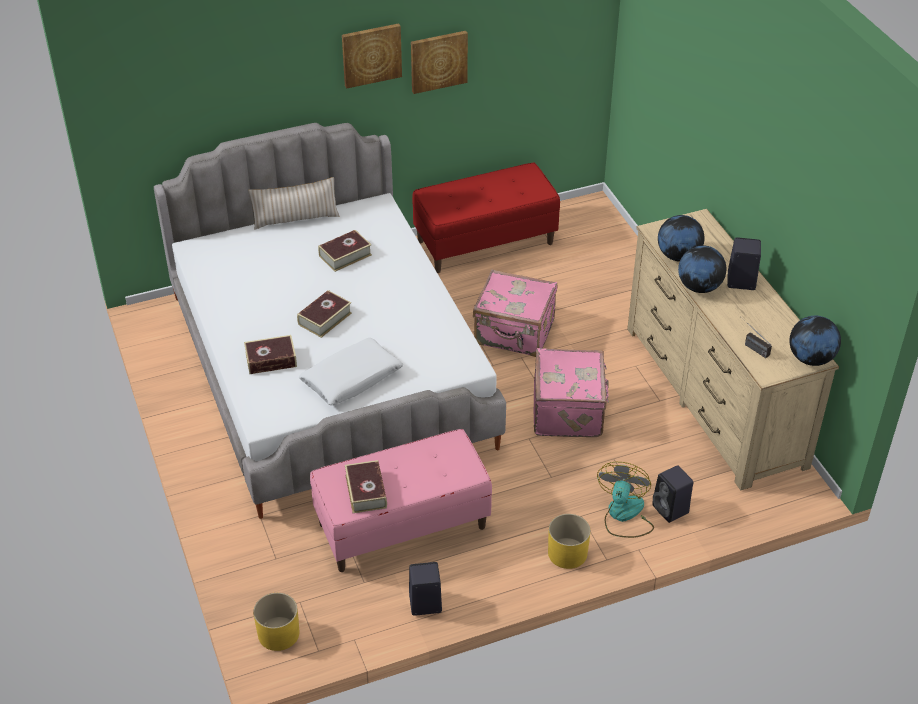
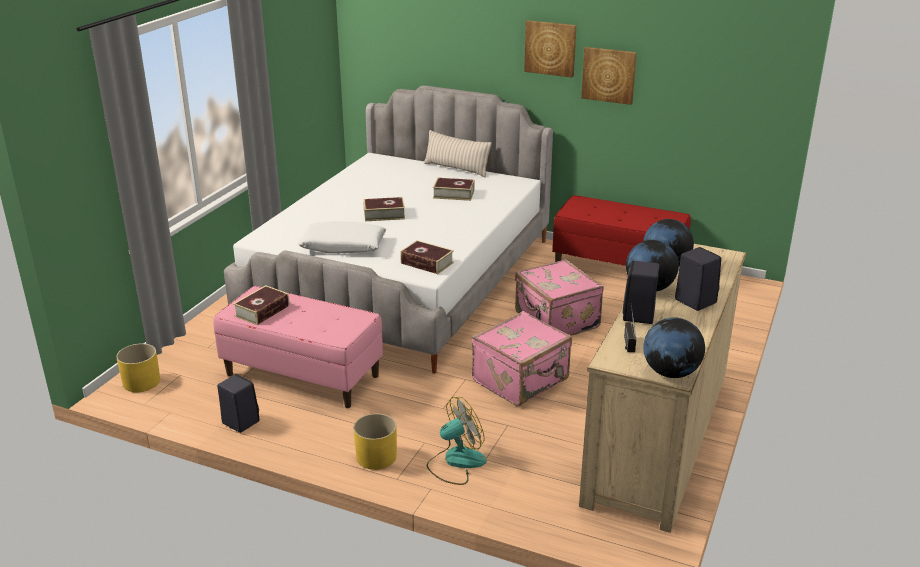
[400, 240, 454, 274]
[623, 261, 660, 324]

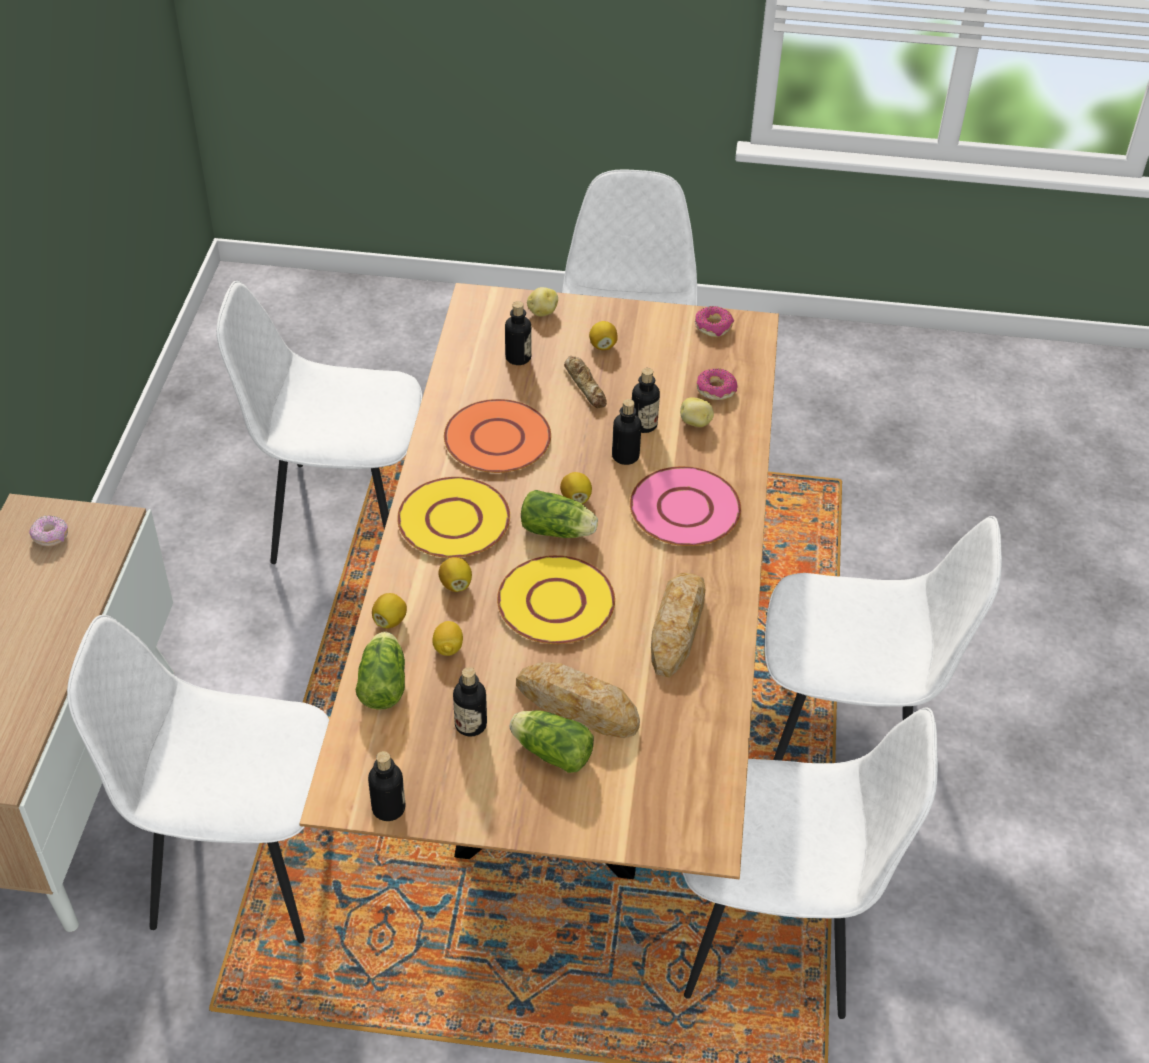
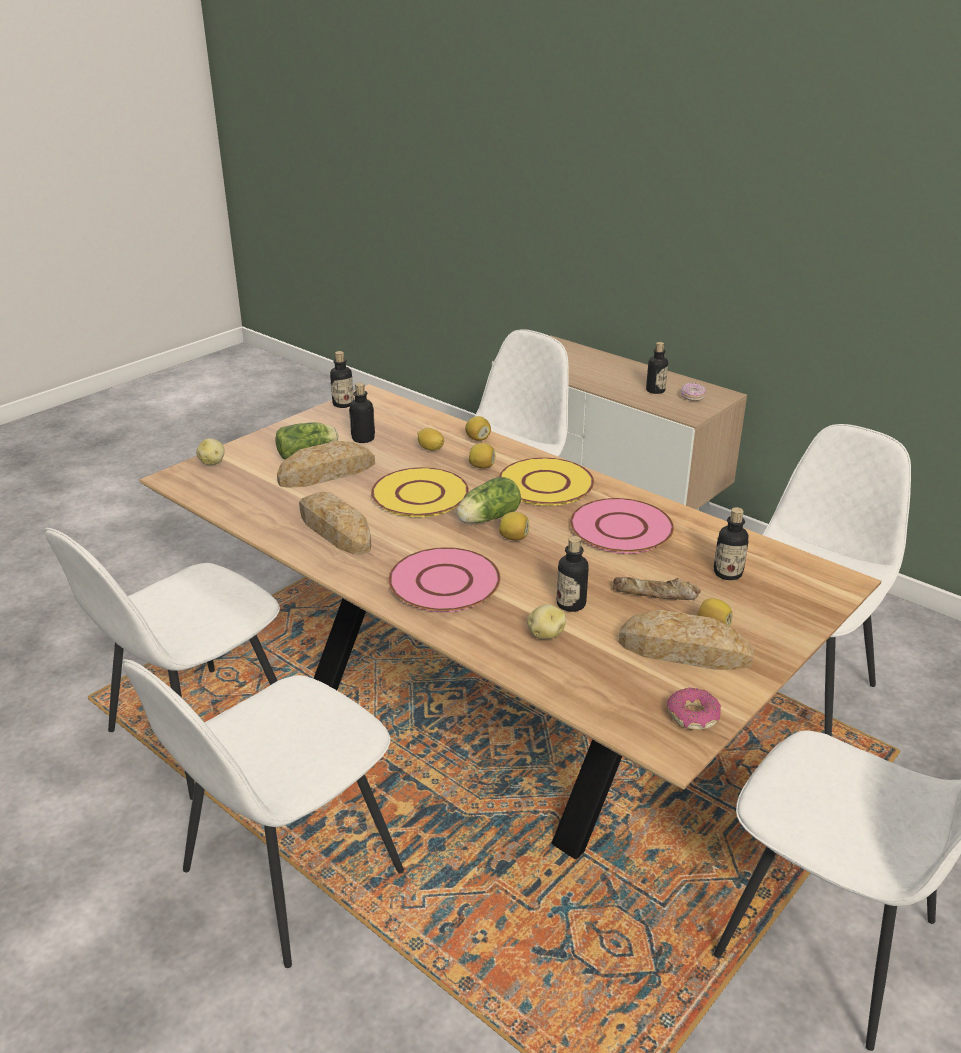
[196, 438, 225, 465]
[697, 368, 738, 401] (first image)
[570, 498, 674, 554]
[646, 342, 668, 394]
[356, 632, 405, 710] (first image)
[618, 610, 754, 670]

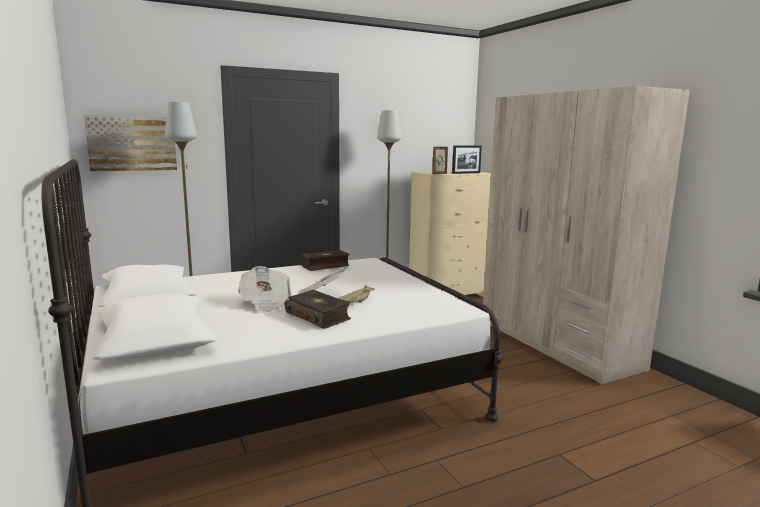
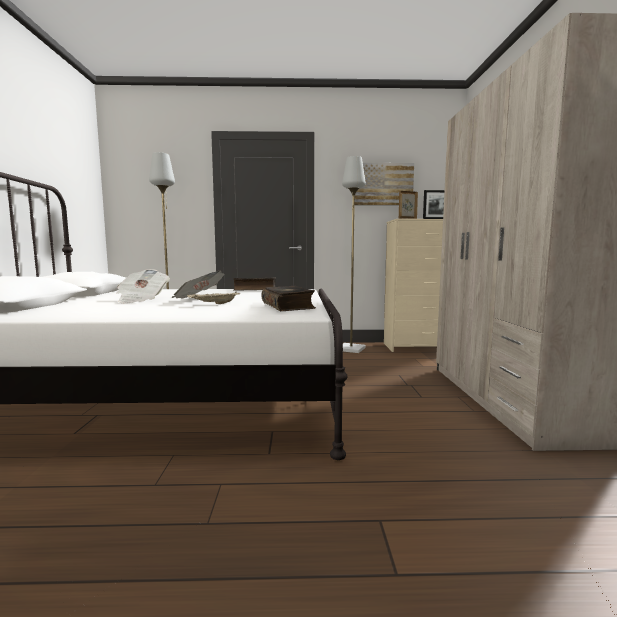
[355, 163, 414, 206]
[261, 286, 316, 311]

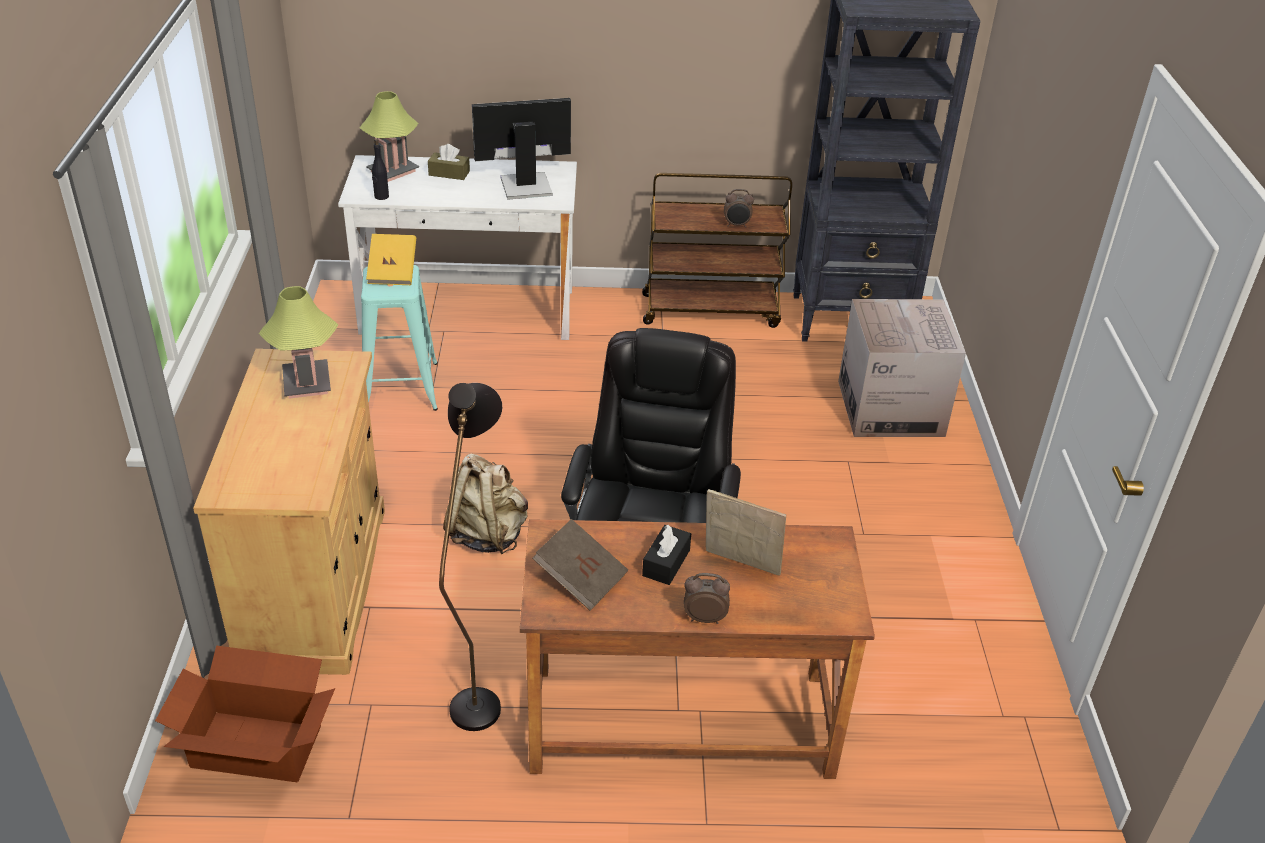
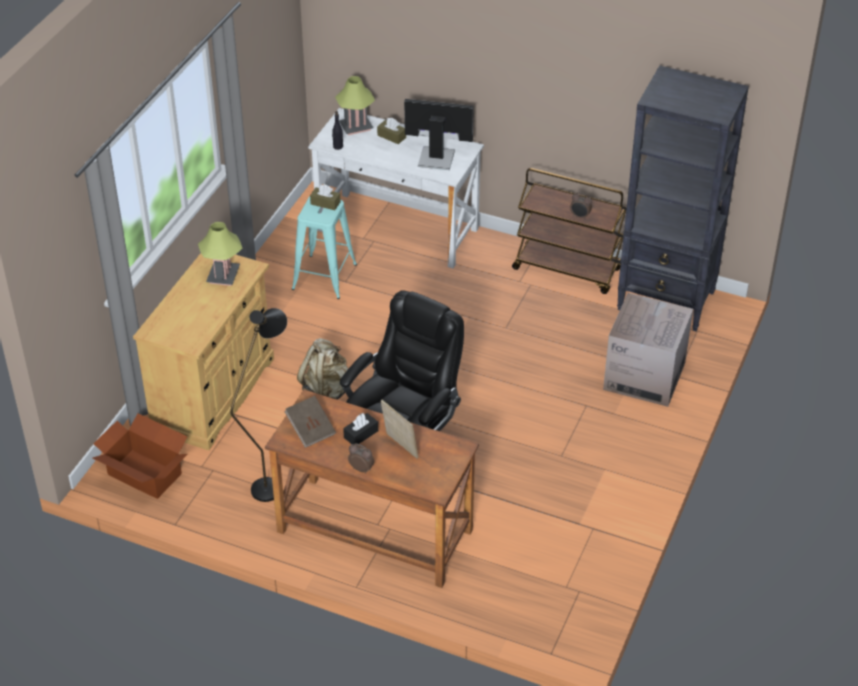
[310, 185, 341, 210]

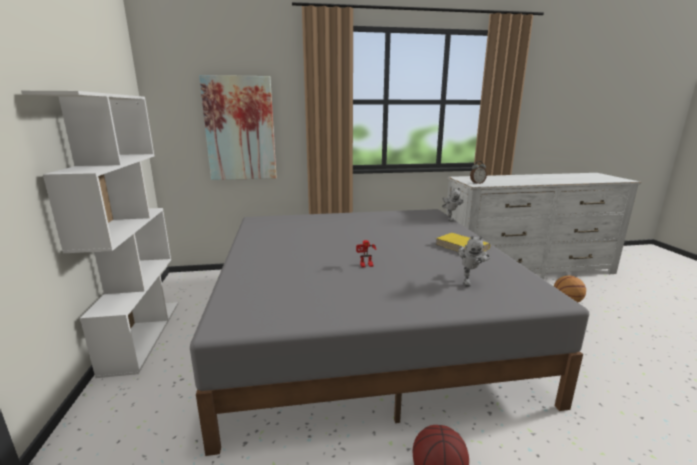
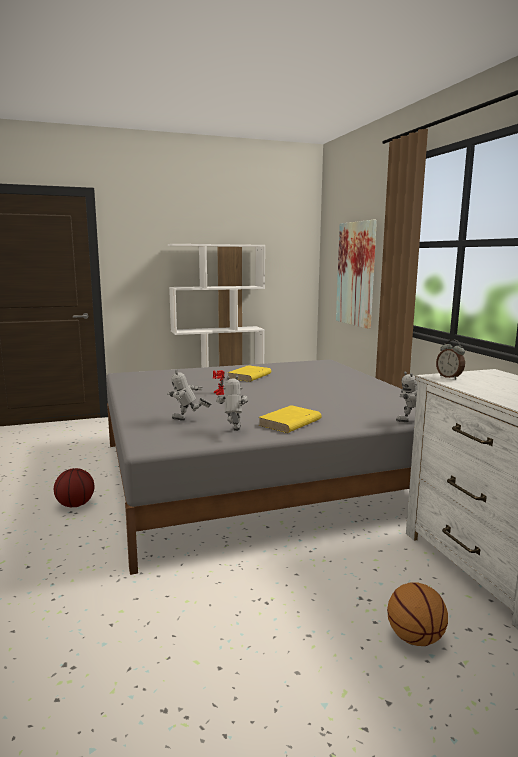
[228, 365, 271, 382]
[216, 376, 248, 431]

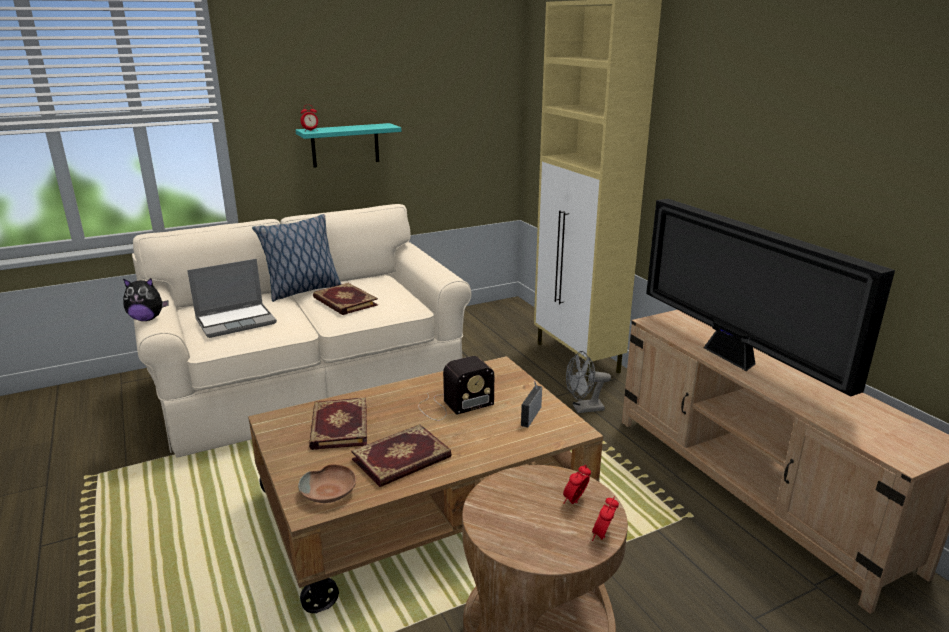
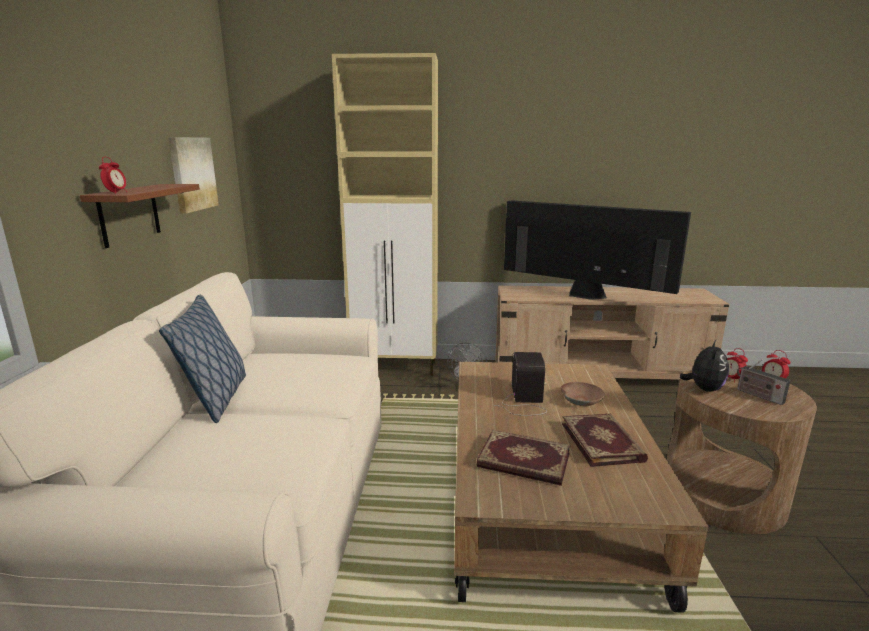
[80, 184, 200, 248]
[504, 200, 691, 300]
[187, 259, 277, 338] (first image)
[680, 340, 729, 392]
[313, 283, 378, 315] (first image)
[737, 359, 790, 405]
[561, 382, 605, 406]
[168, 137, 219, 214]

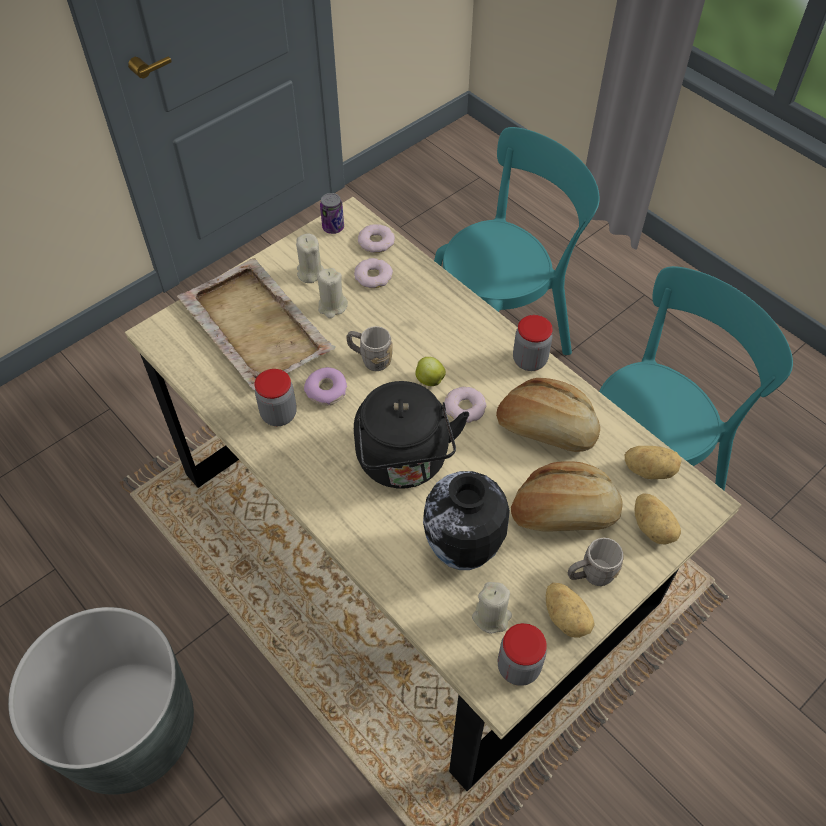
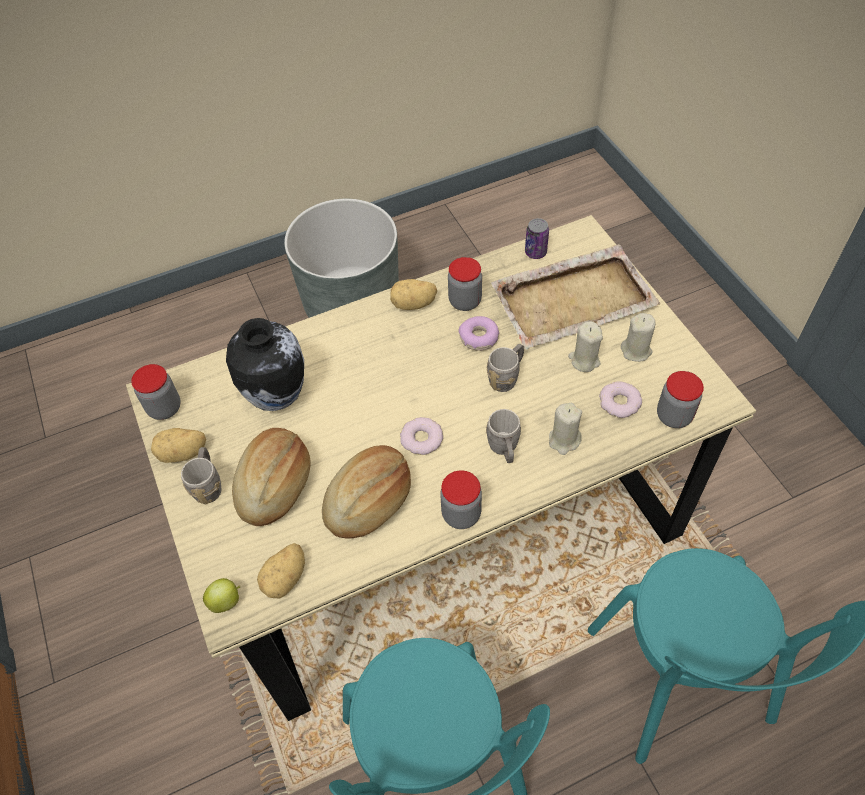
[525, 218, 549, 259]
[657, 371, 704, 428]
[203, 578, 240, 613]
[354, 381, 469, 489] (first image)
[390, 279, 437, 310]
[549, 403, 582, 455]
[486, 409, 521, 463]

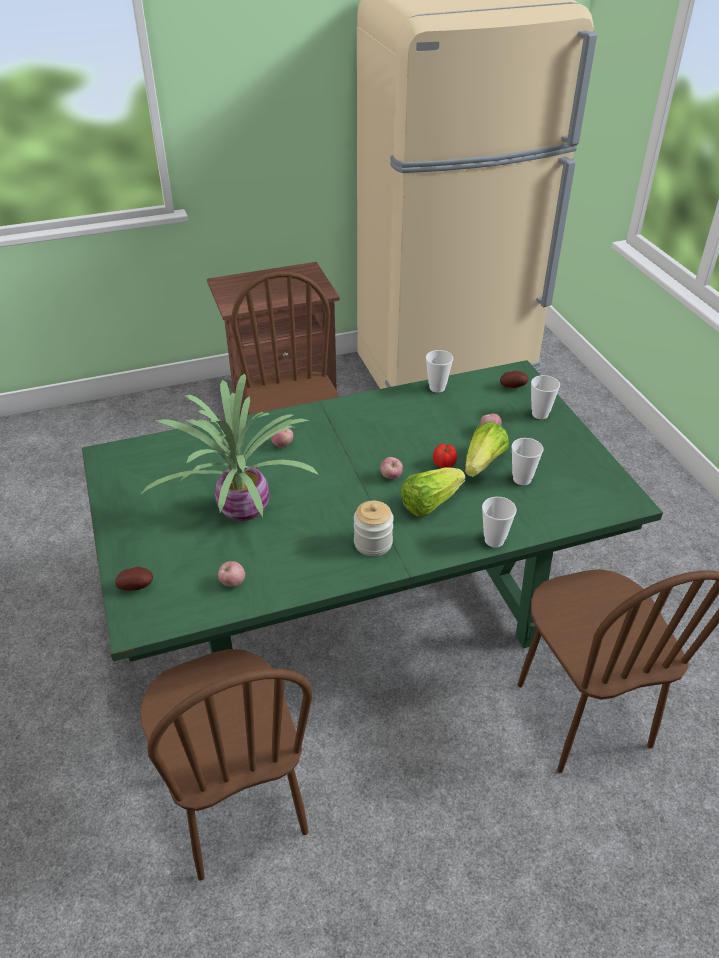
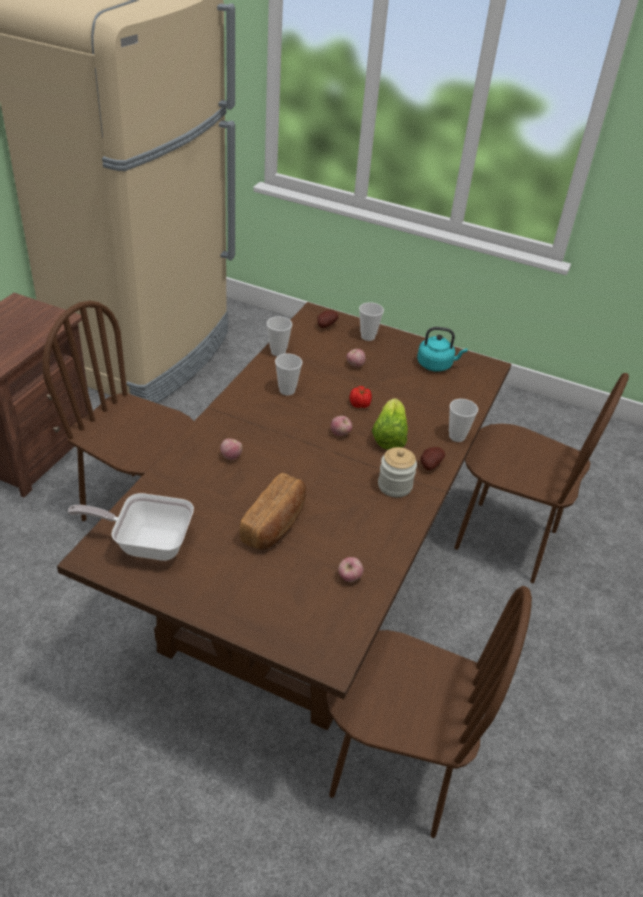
[57, 302, 511, 730]
[239, 473, 306, 549]
[465, 422, 509, 477] (first image)
[275, 354, 302, 396]
[420, 447, 445, 470]
[417, 327, 467, 372]
[67, 493, 194, 561]

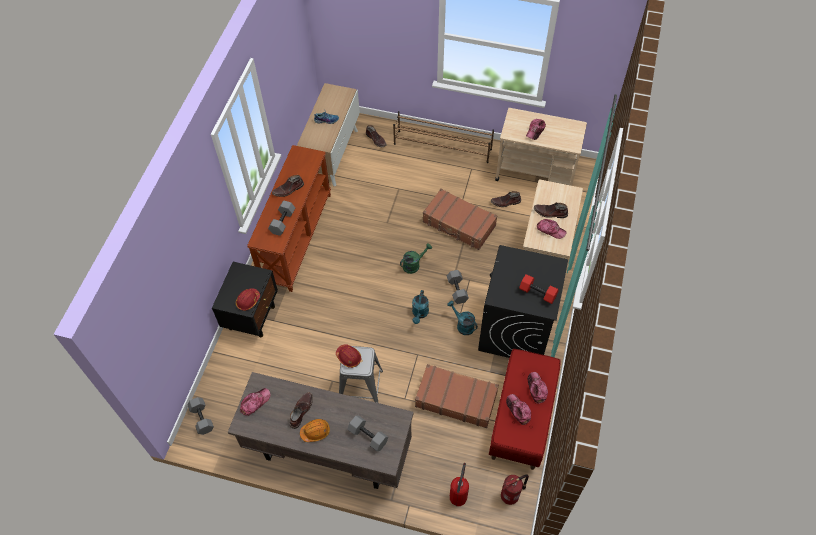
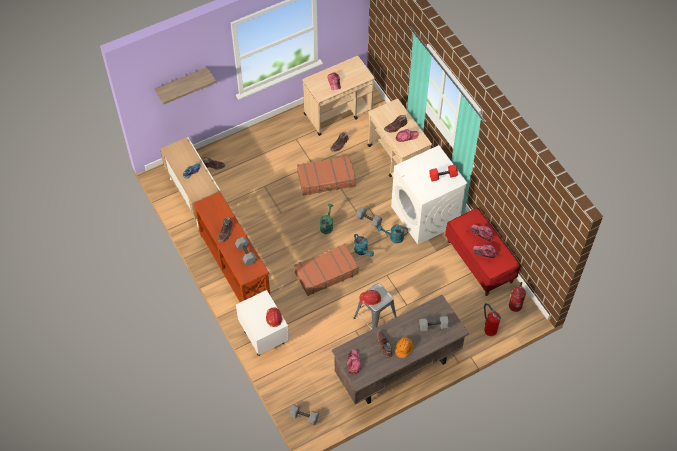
[393, 111, 494, 163] (first image)
[391, 145, 468, 244]
[236, 290, 289, 356]
[294, 244, 359, 296]
[155, 67, 216, 105]

